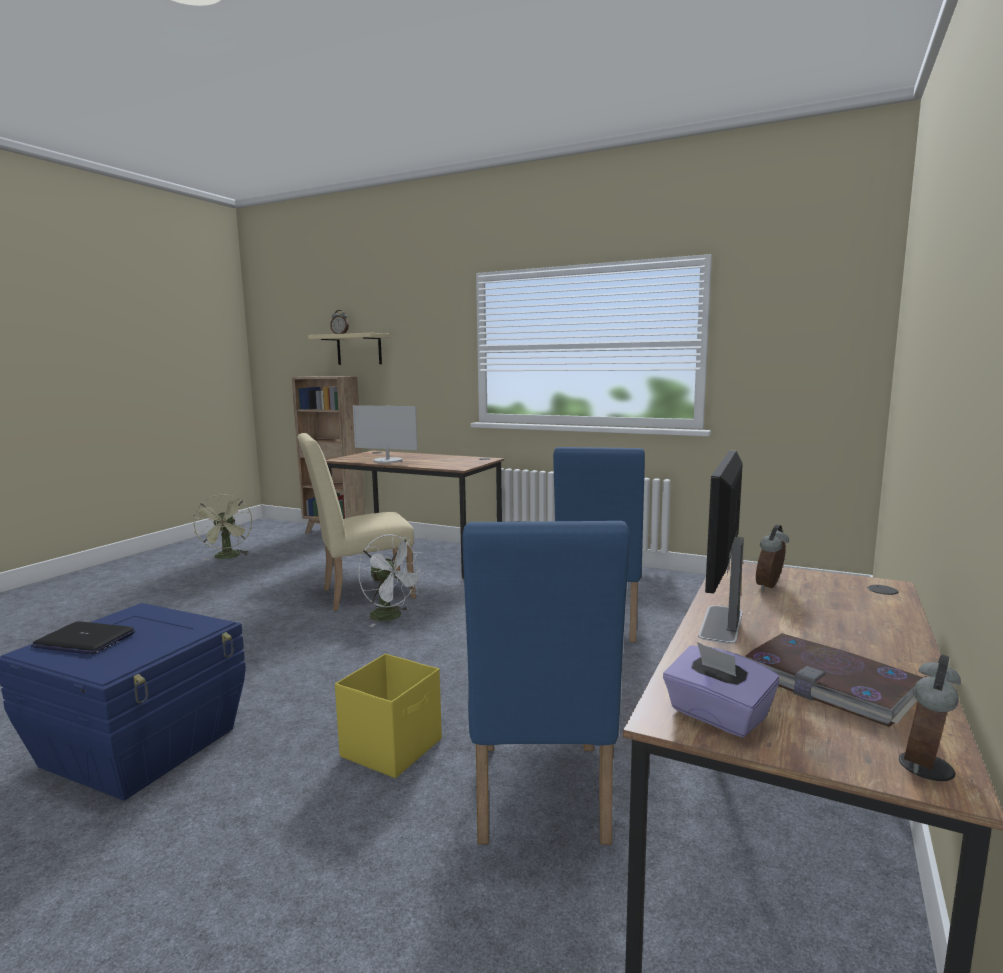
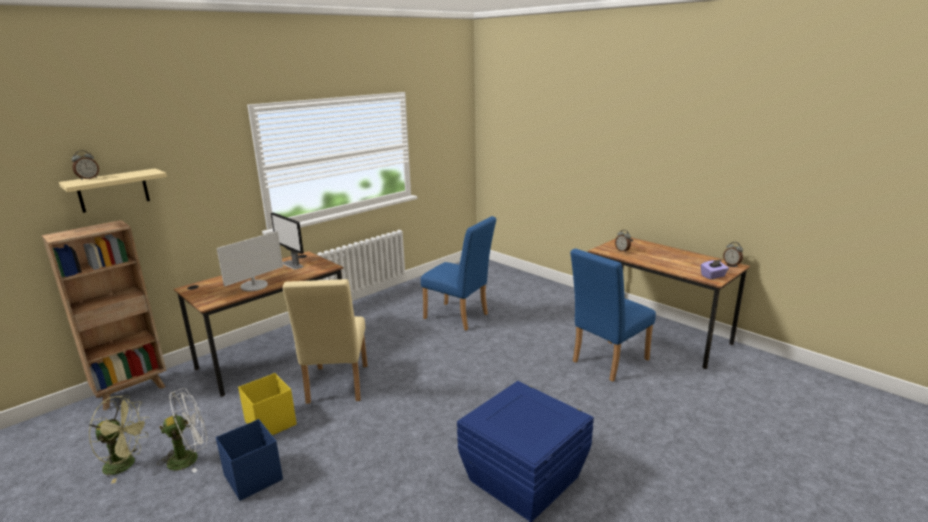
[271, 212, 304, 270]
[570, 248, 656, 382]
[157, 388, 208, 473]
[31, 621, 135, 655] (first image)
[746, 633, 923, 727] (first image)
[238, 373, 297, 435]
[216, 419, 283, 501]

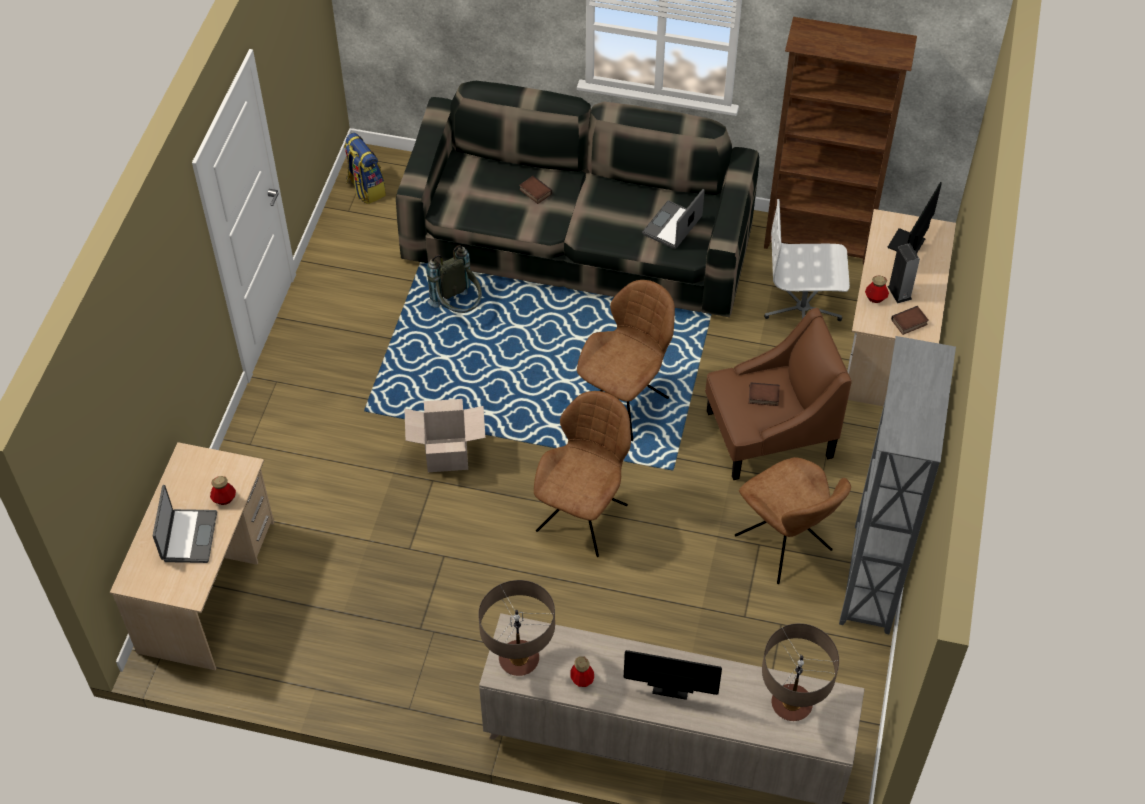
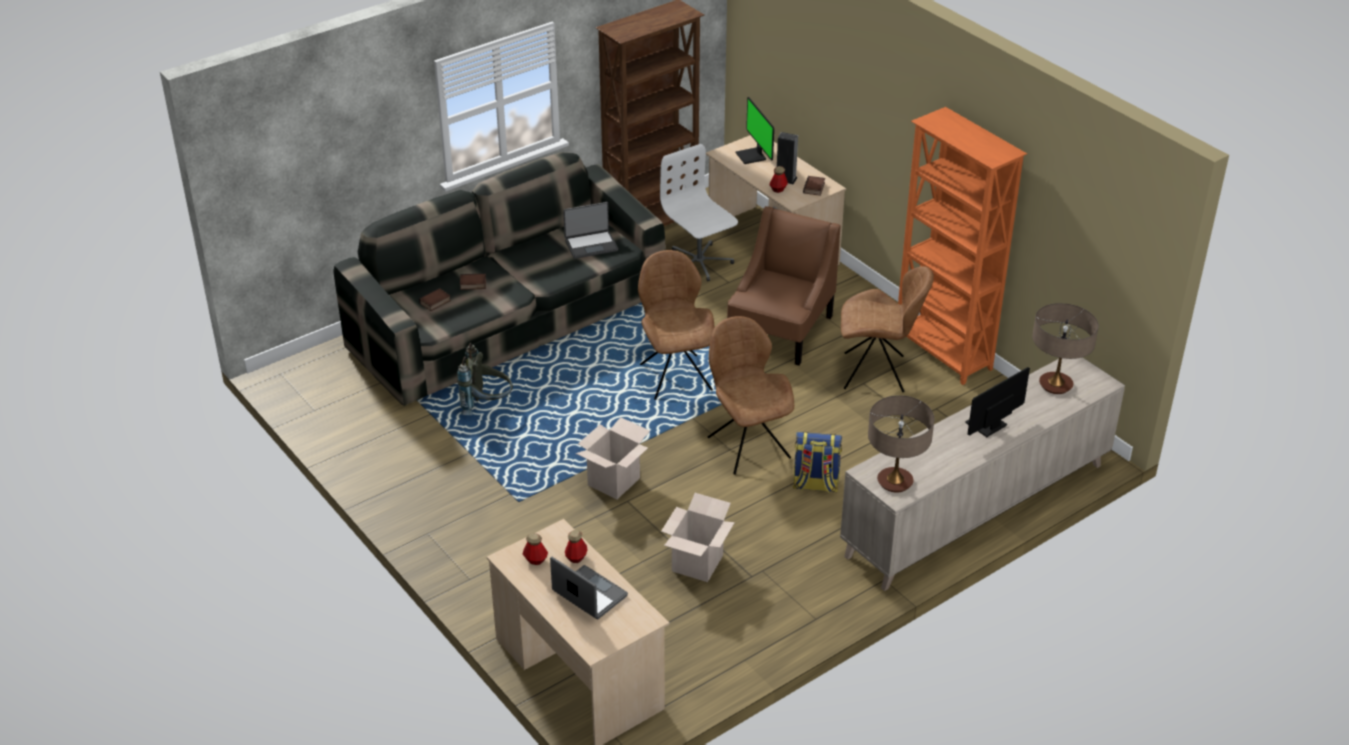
[793, 432, 842, 493]
[563, 202, 618, 259]
[660, 144, 738, 281]
[898, 107, 1027, 385]
[419, 288, 451, 311]
[523, 533, 548, 565]
[661, 493, 735, 582]

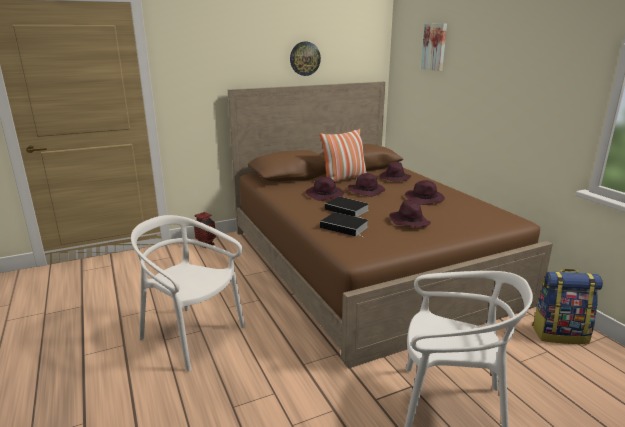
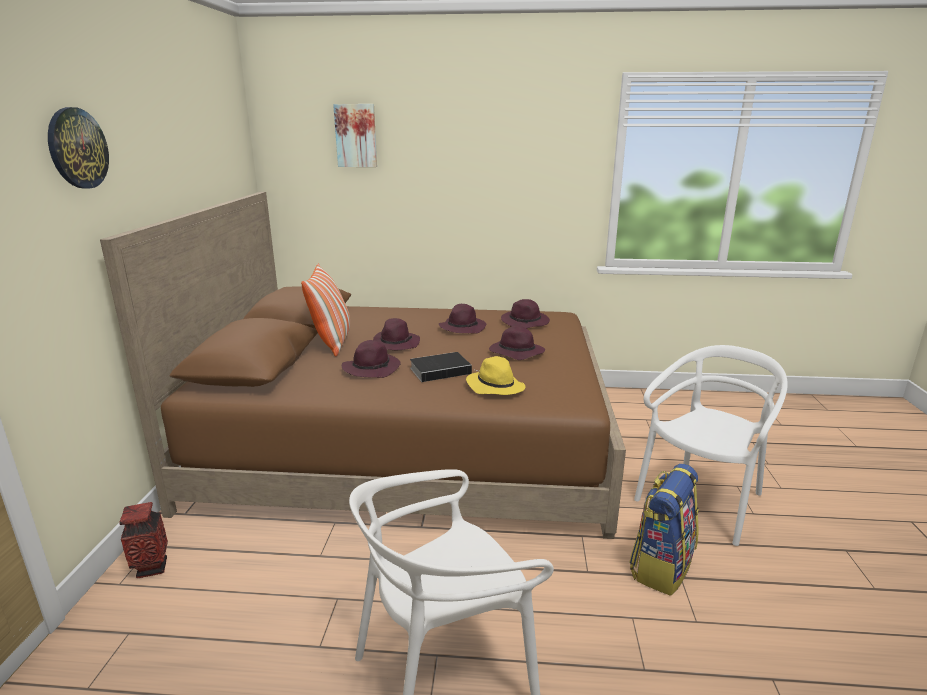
[48, 107, 109, 189]
[501, 299, 550, 329]
[466, 356, 525, 395]
[629, 464, 699, 596]

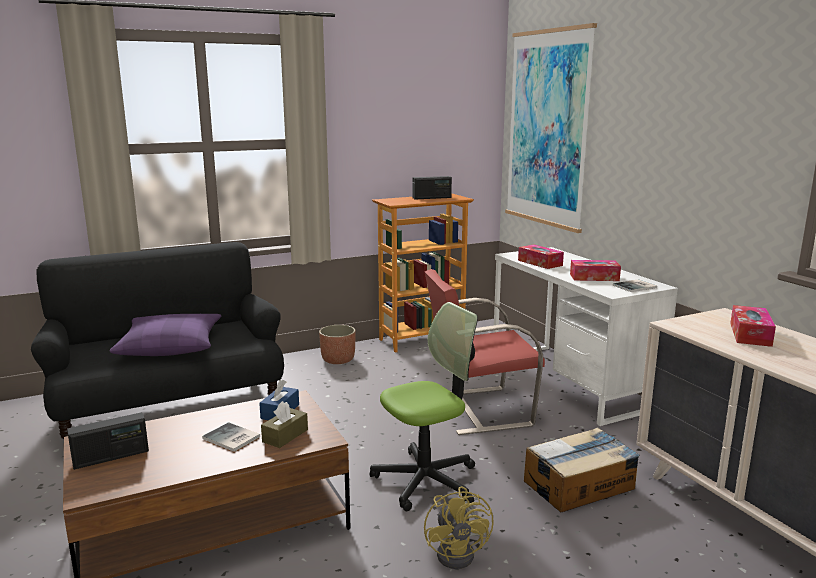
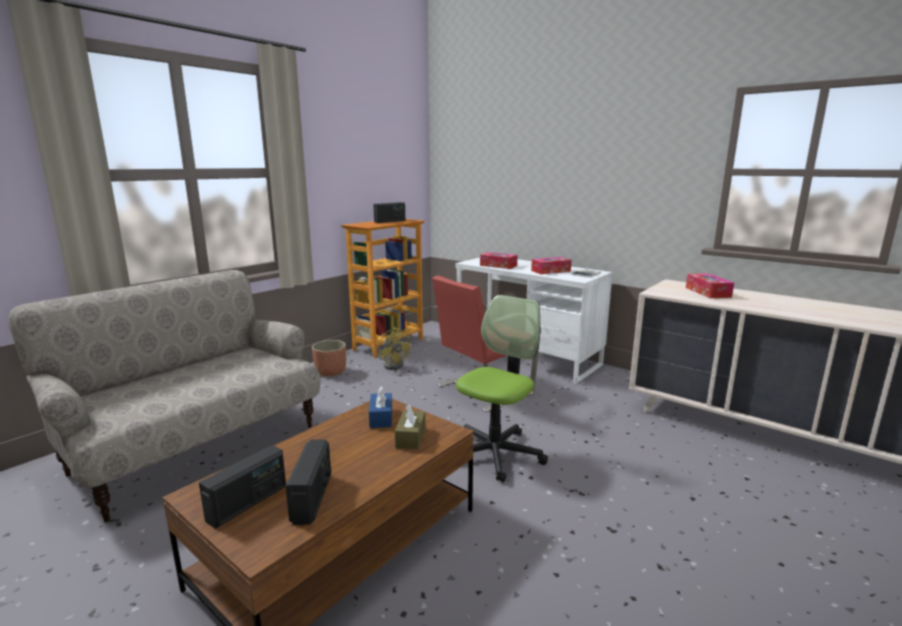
[505, 23, 597, 233] (first image)
[8, 270, 321, 523]
[110, 314, 221, 356] (first image)
[202, 422, 260, 452] (first image)
[524, 427, 640, 512] (first image)
[379, 327, 411, 370]
[285, 439, 331, 525]

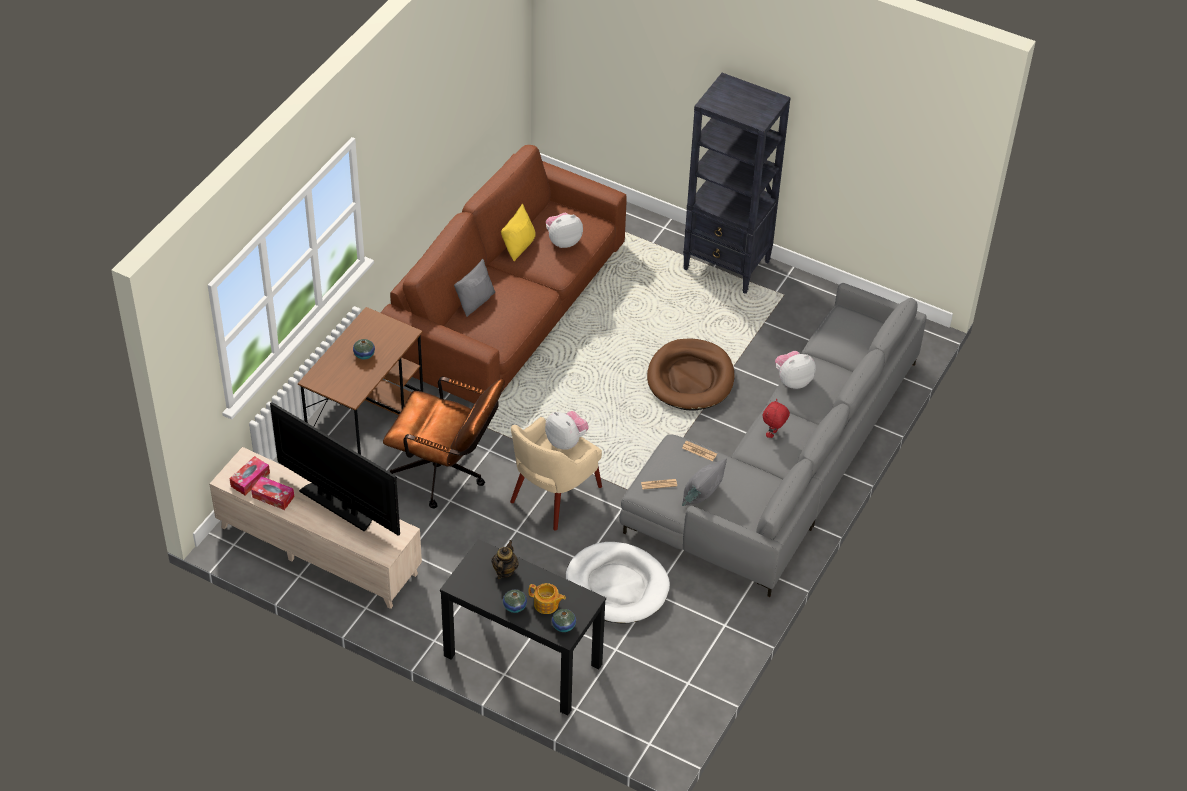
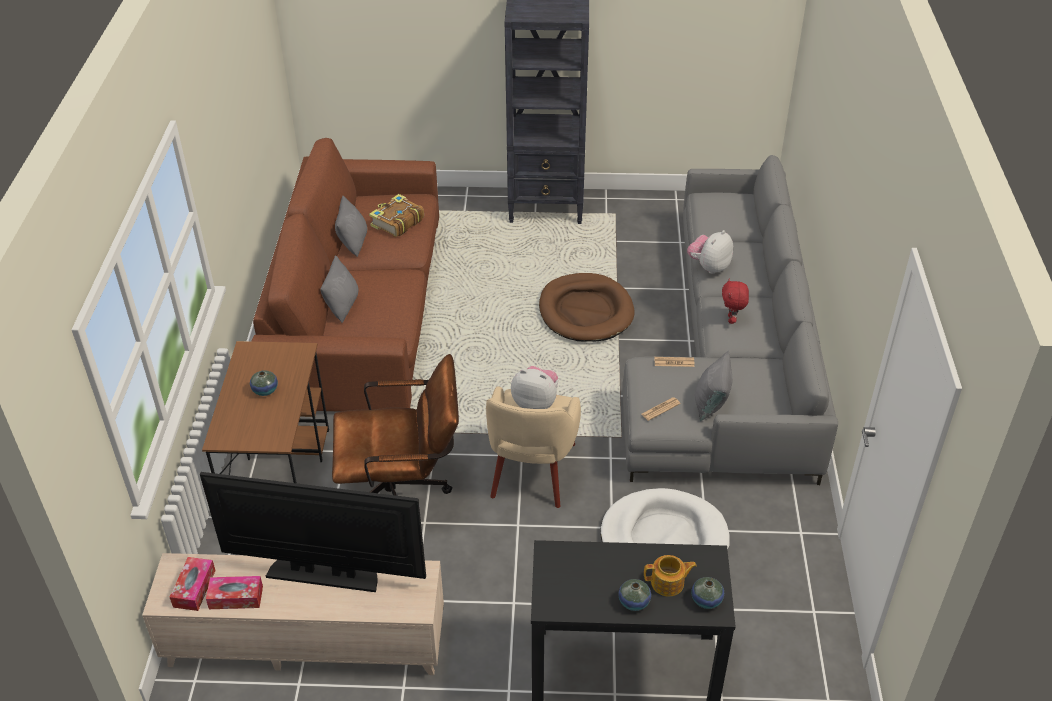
[335, 195, 367, 257]
[369, 194, 424, 237]
[491, 540, 519, 579] (first image)

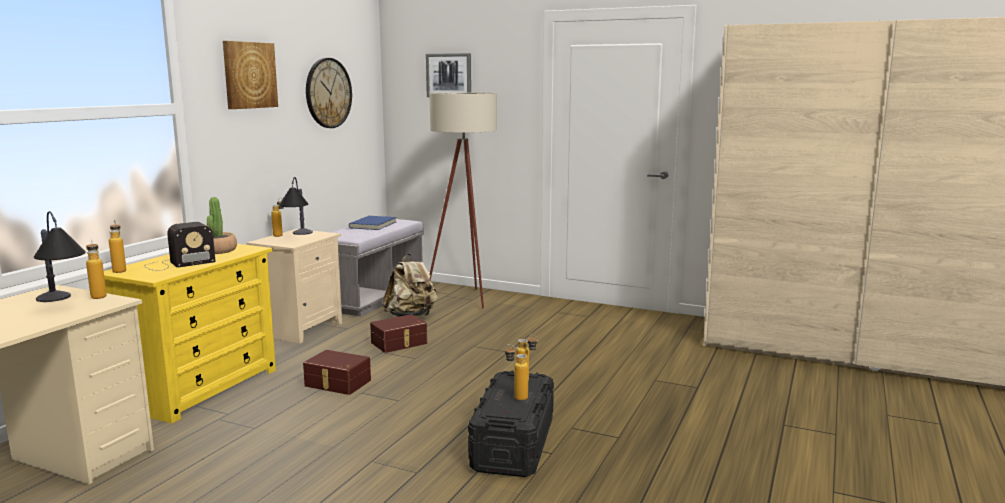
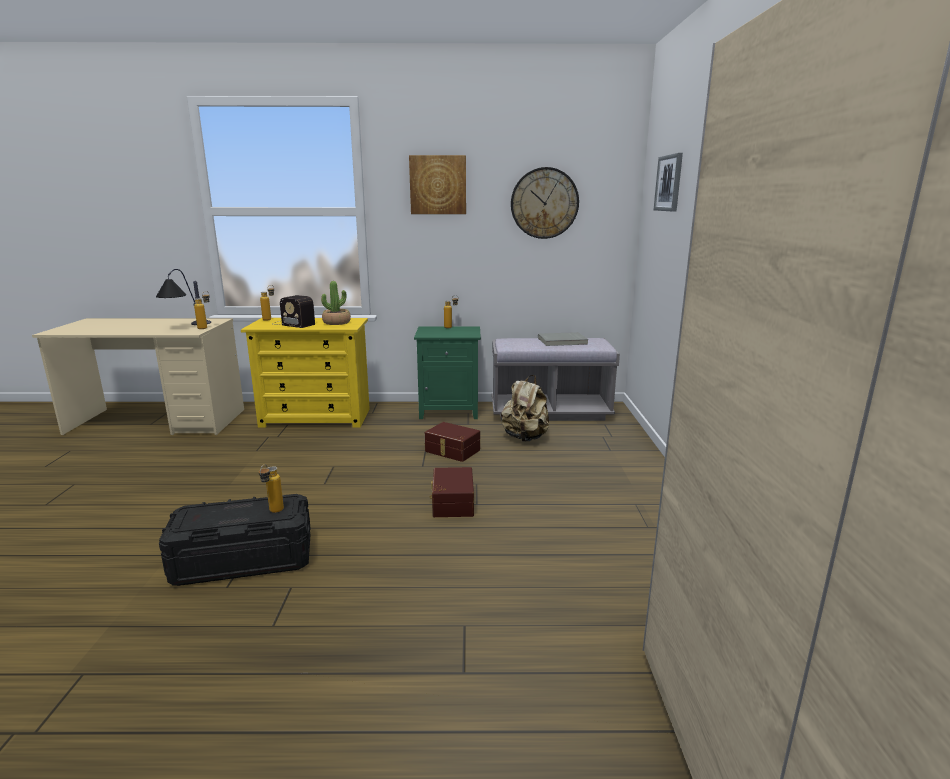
[429, 93, 497, 309] (first image)
[279, 177, 313, 235] (first image)
[538, 332, 589, 346]
[414, 327, 481, 419]
[505, 344, 528, 401] (first image)
[430, 467, 474, 517]

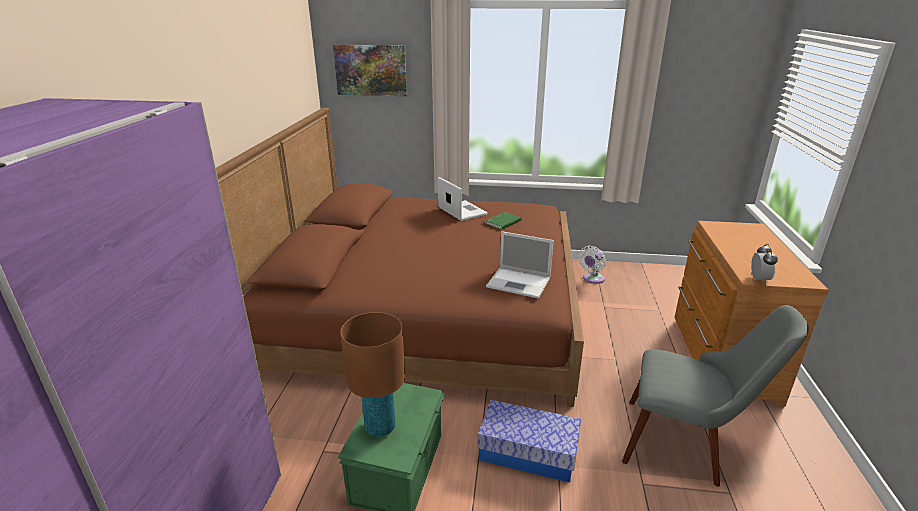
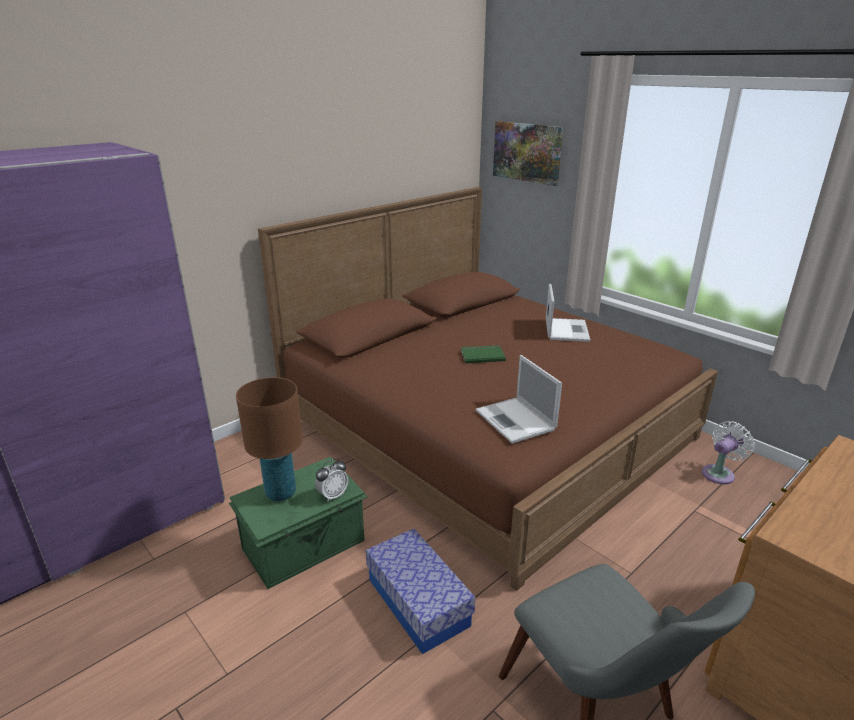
[461, 345, 506, 363]
[315, 459, 348, 502]
[702, 421, 755, 484]

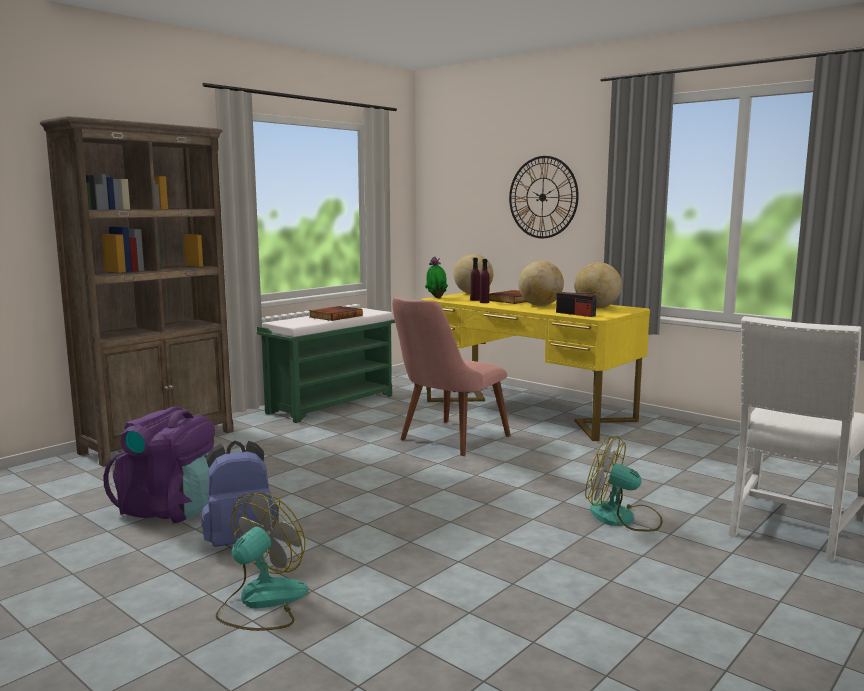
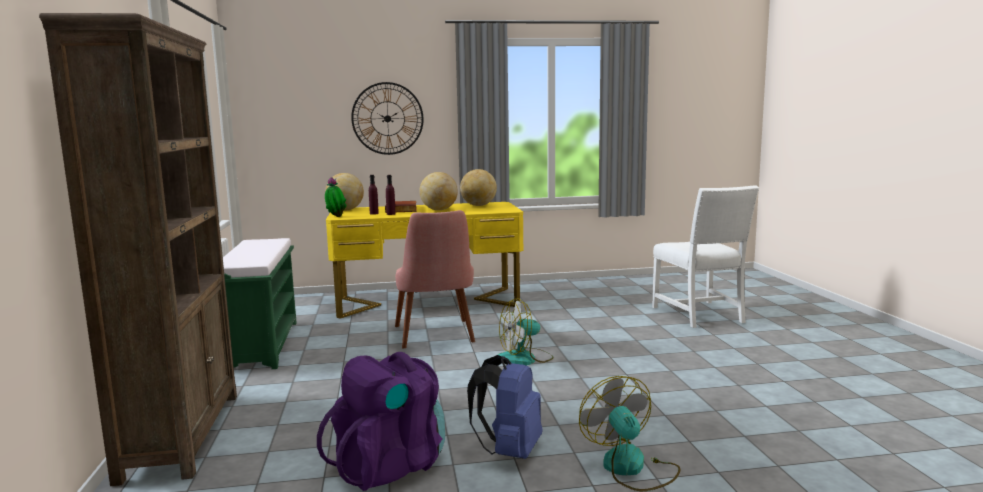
[556, 292, 596, 317] (first image)
[309, 306, 363, 321] (first image)
[498, 298, 554, 365]

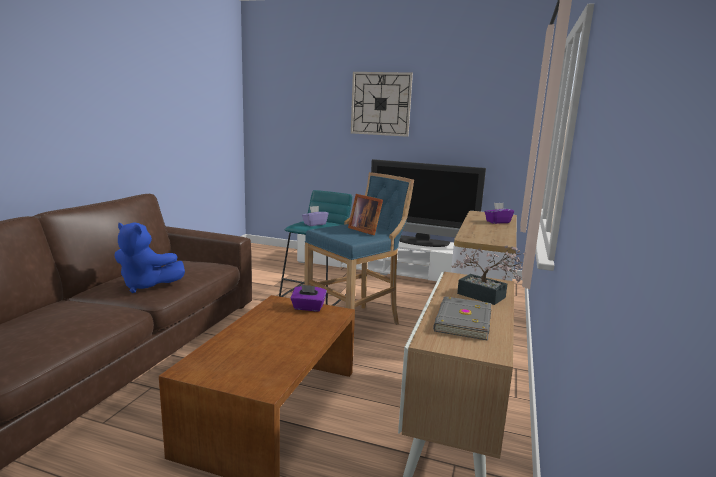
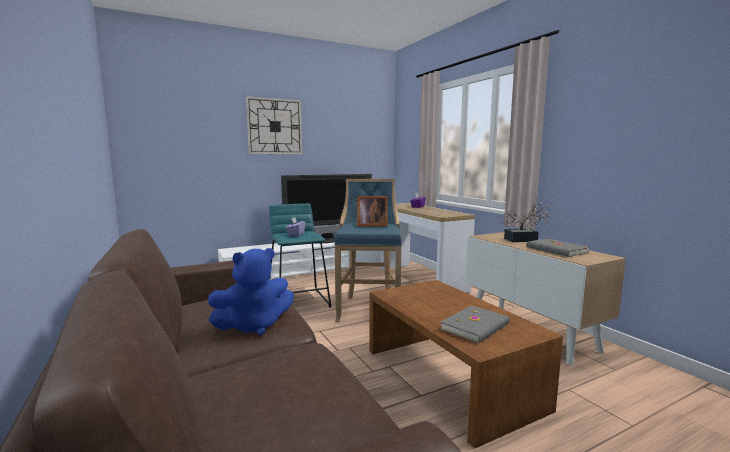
[290, 284, 327, 311] (first image)
[440, 305, 510, 343]

